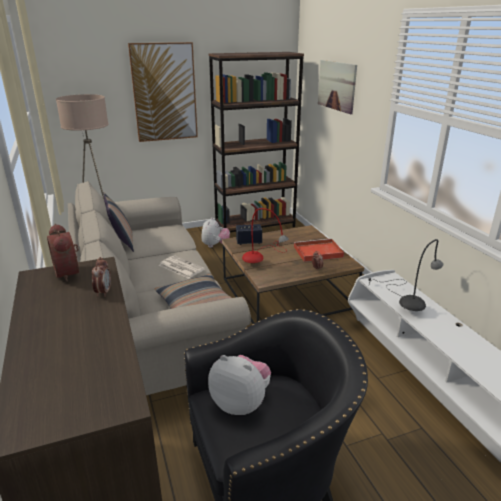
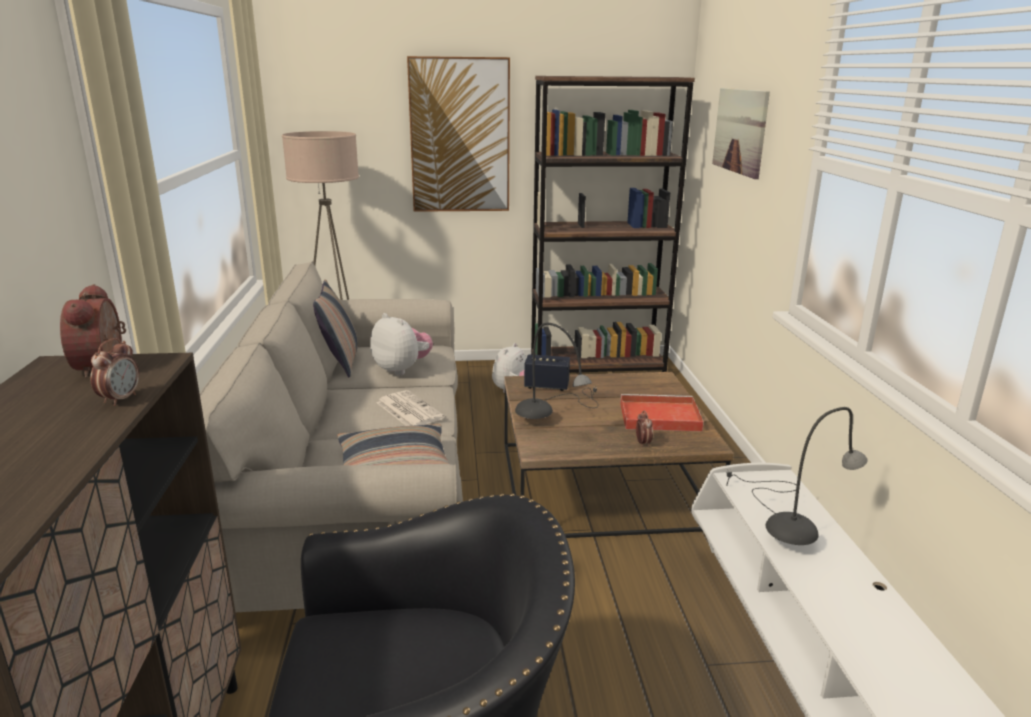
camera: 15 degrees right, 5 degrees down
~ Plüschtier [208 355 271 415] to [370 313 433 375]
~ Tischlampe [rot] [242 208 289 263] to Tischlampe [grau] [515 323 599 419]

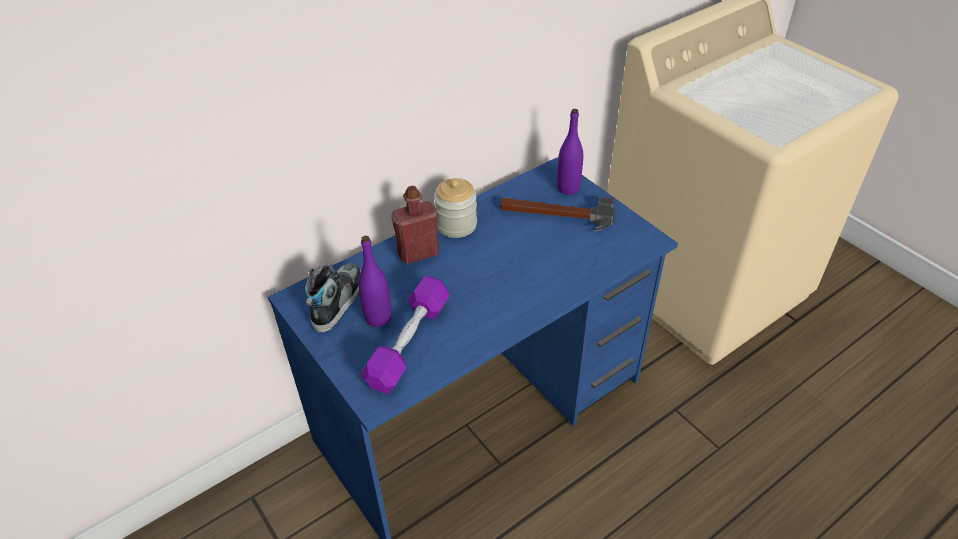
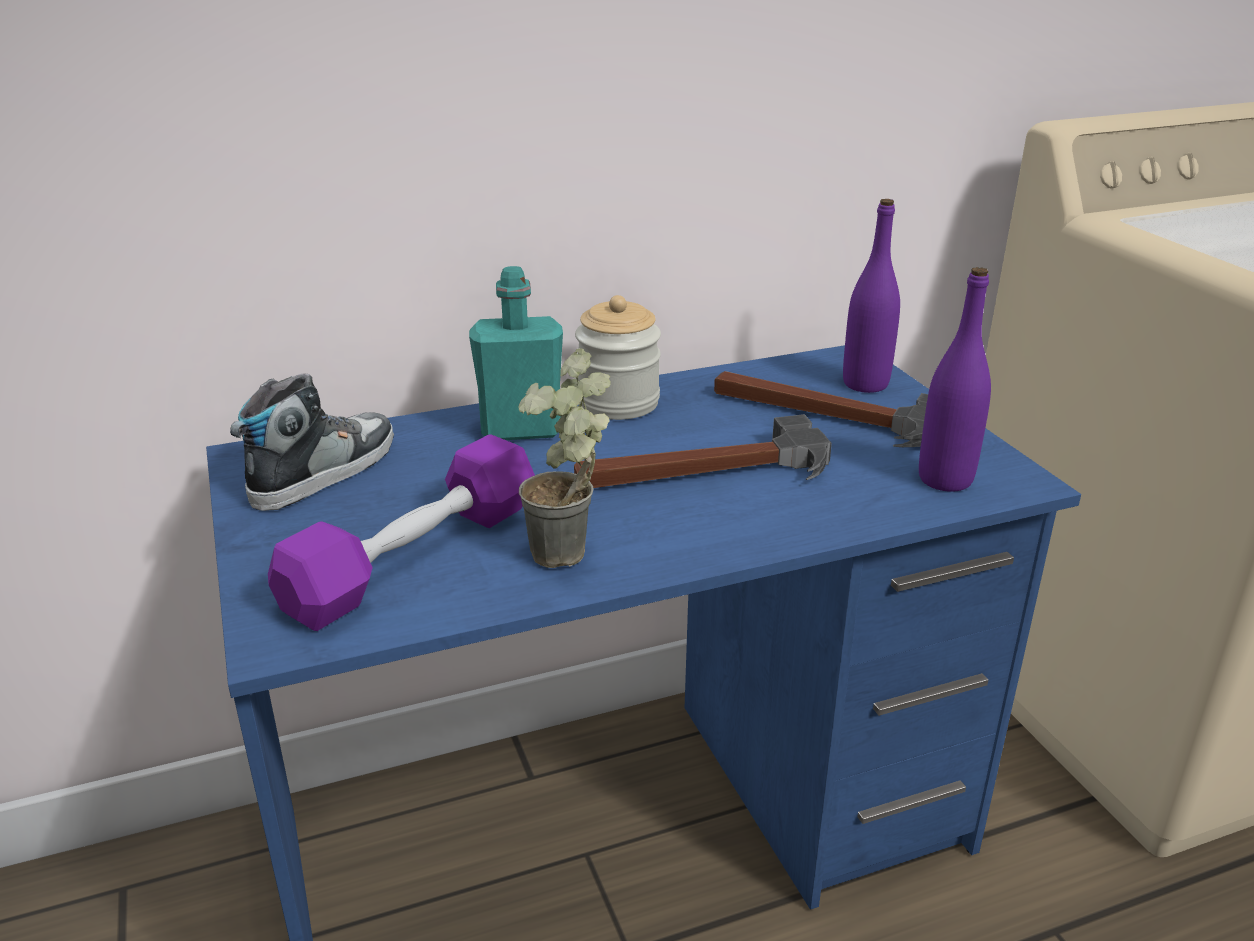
camera: 15 degrees right, 15 degrees down
+ Topfpflanze [519 348 611 568]
+ Hammer [574 414 832 488]
~ Flasche [lila] [358 236 392 327] to [919 267 991 492]
~ Flasche [rot] [391 186 439 264] to Flasche [türkis] [469 266 563 440]

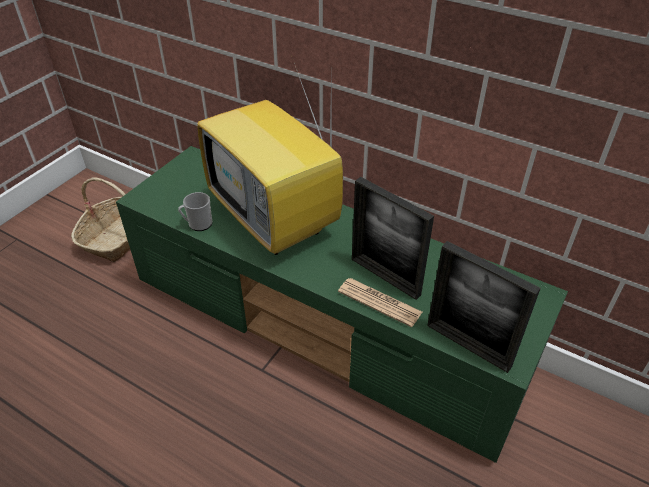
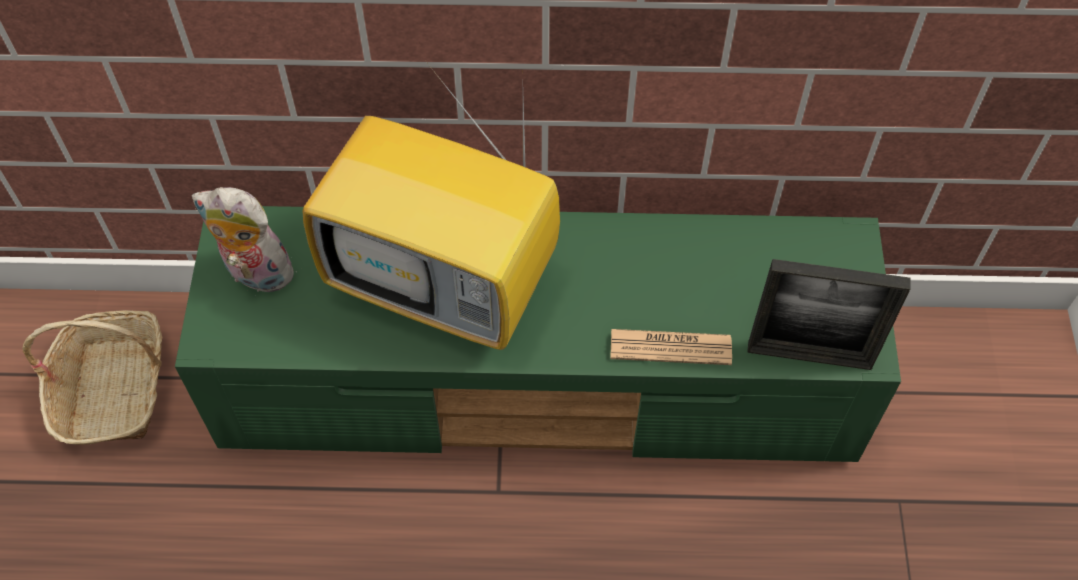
camera: 30 degrees left, 15 degrees up
- Henkelbecher [178 192 213 231]
- Bilderrahmen [352 177 434 300]
+ Plüschtier [192 187 294 296]

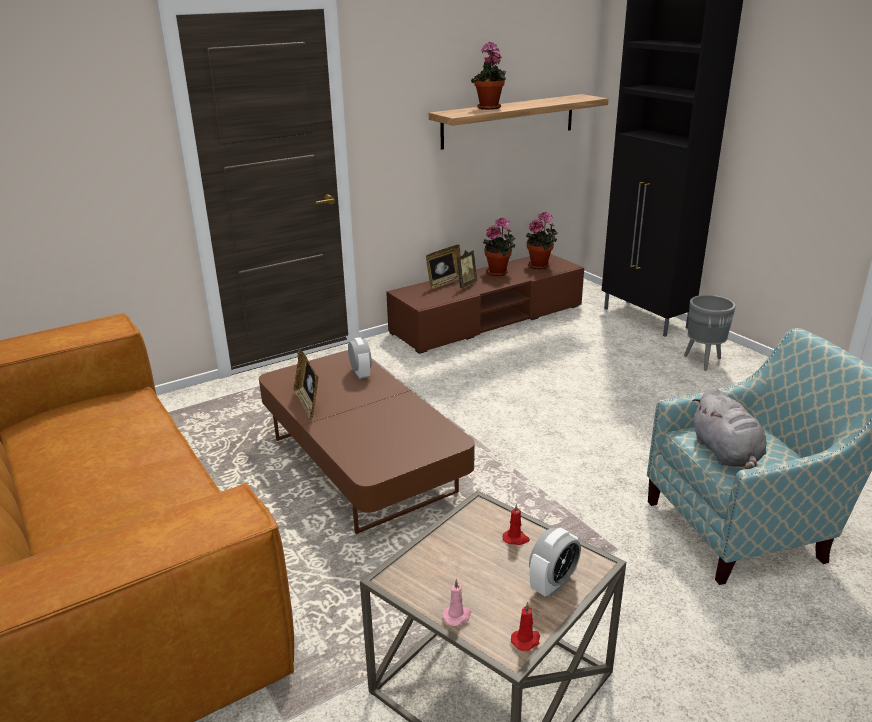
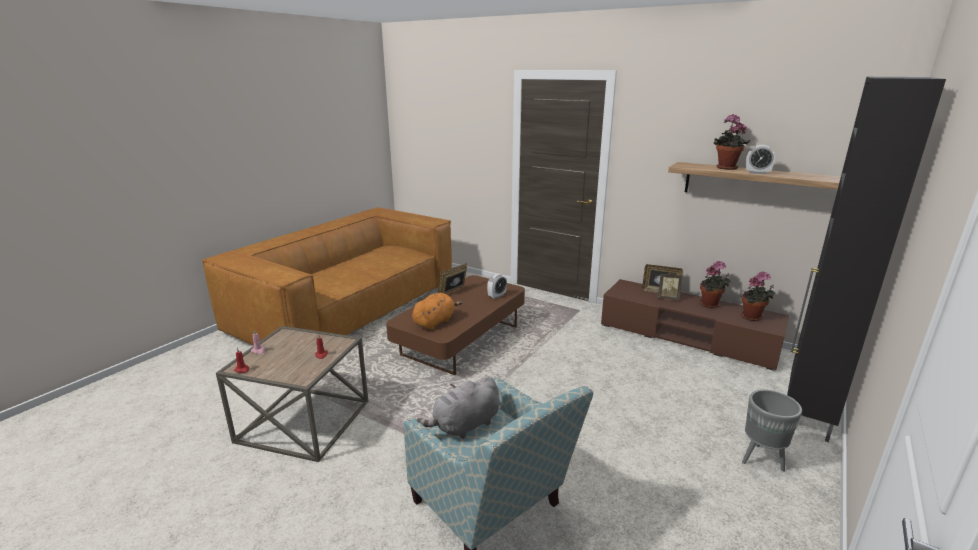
camera: 65 degrees right, 5 degrees down
+ Plüschtier [orange] [412 293 462 330]
~ Wecker [529 528 581 597] to [746 145 775 174]

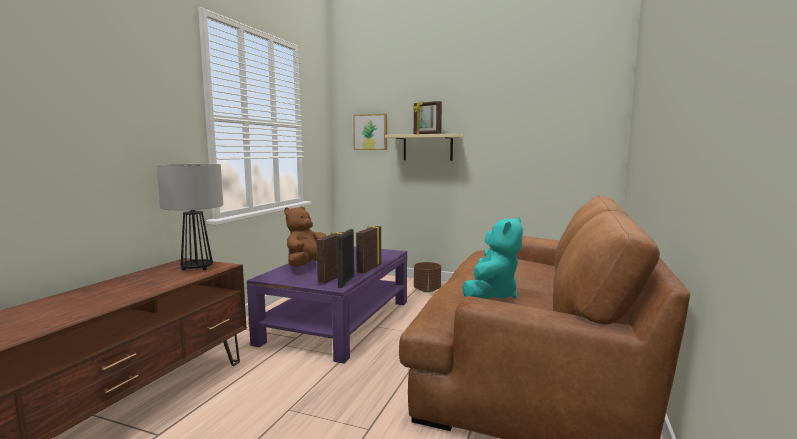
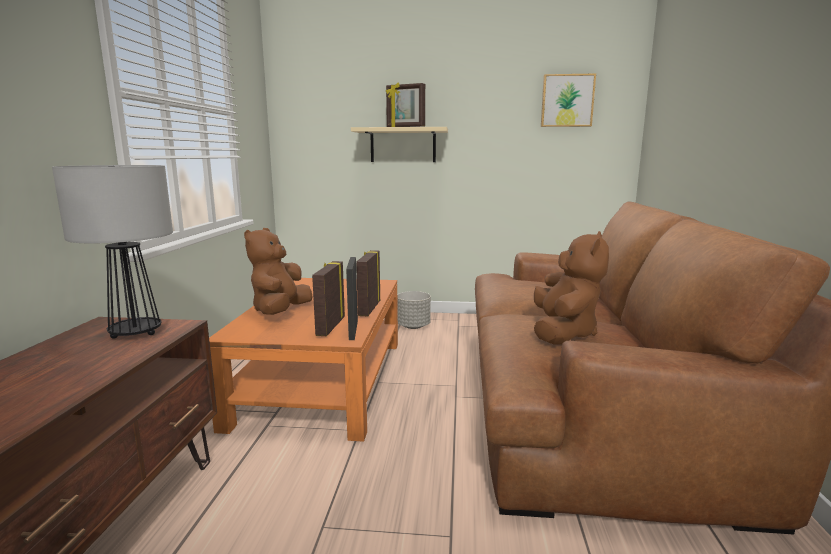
camera: 15 degrees left, 5 degrees up
~ Bild [353 114 387 150] to [541 74 596 127]
~ Couchtisch [lila] [247 247 407 364] to Couchtisch [orange] [209 278 398 442]
~ Pflanzkübel [braun] [414 262 441 292] to Pflanzkübel [grau] [397 291 431 329]
~ Plüschtier [türkis] [462 217 523 299] to Plüschtier [braun] [534 231 609 345]

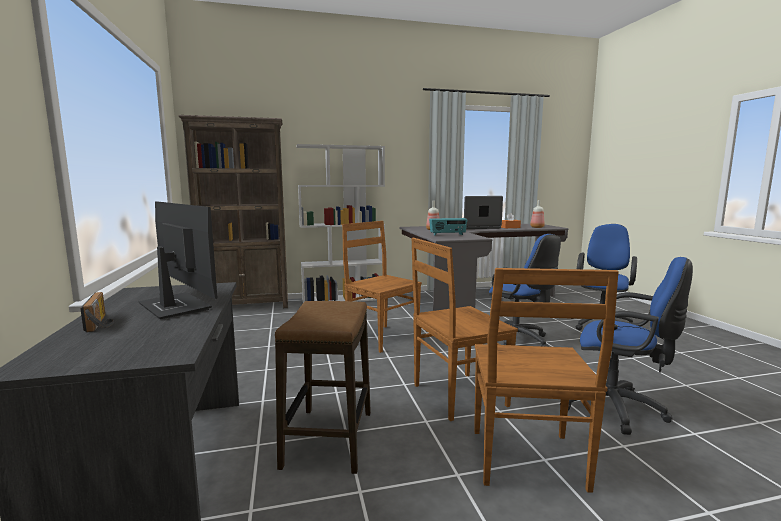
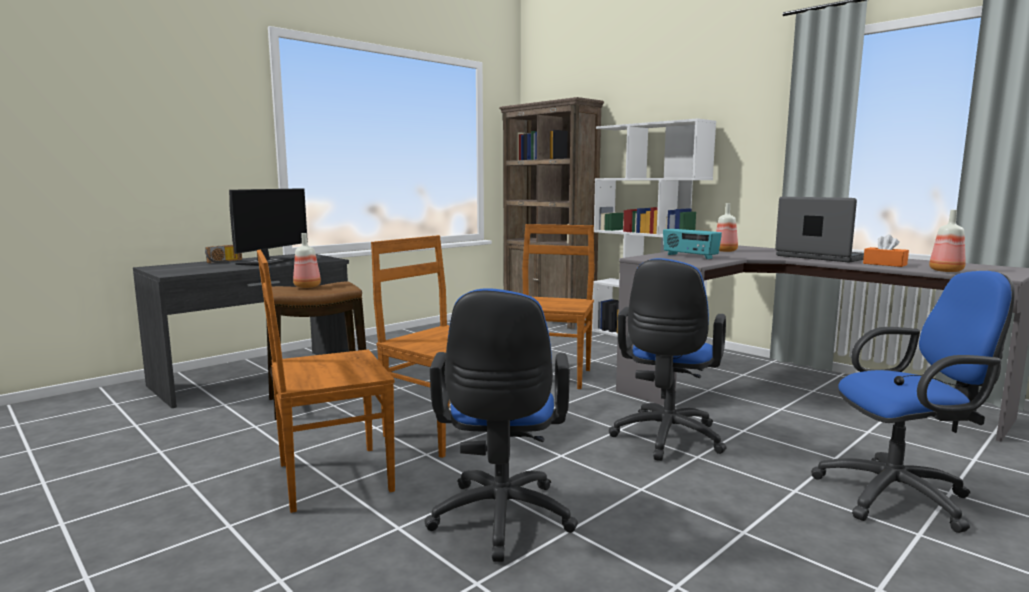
camera: 60 degrees right, 0 degrees up
+ Flasche [293 233 321 288]

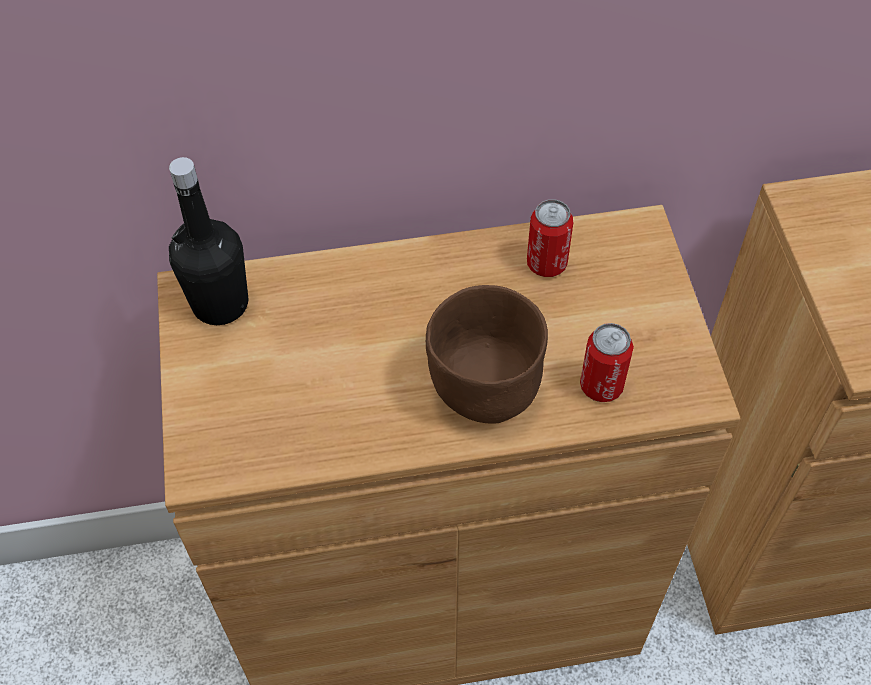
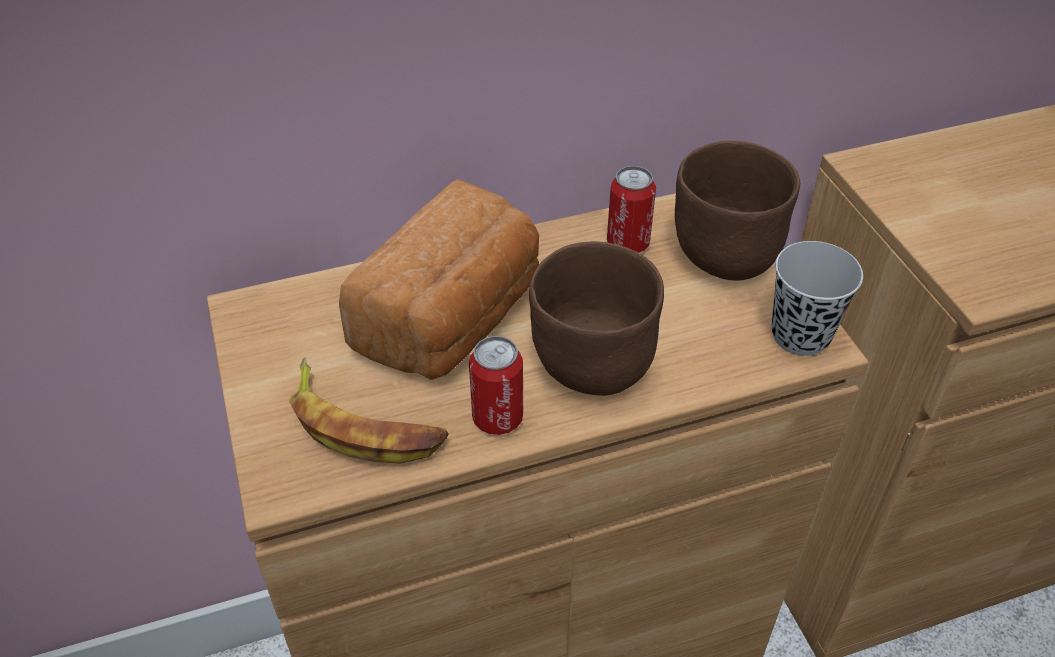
camera: 10 degrees left, 10 degrees down
- Flasche [schwarz] [169 157 248 325]
+ Banane [289 358 449 464]
+ Brot [339 179 539 380]
+ Schüssel [braun] [675 141 800 281]
+ Tasse [schwarz] [772 241 863 356]
~ Dose [580 323 634 402] to [469 336 523 435]

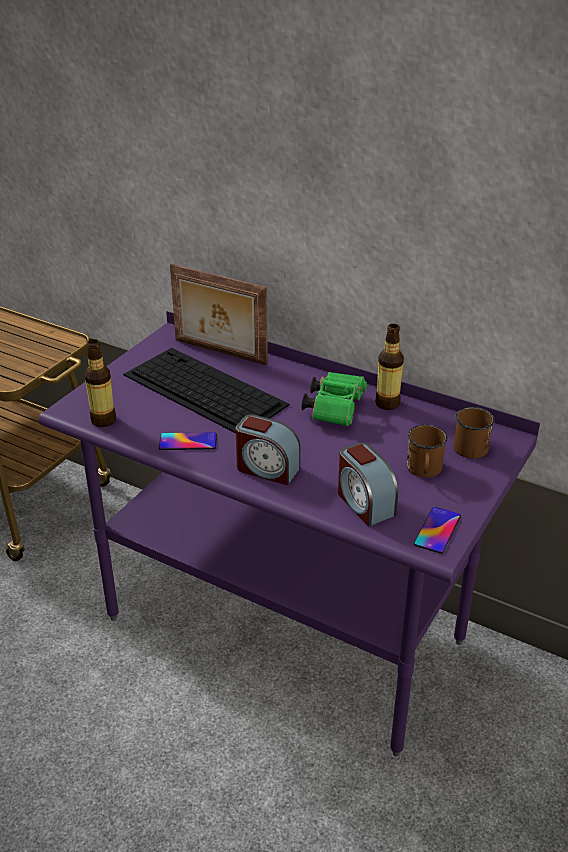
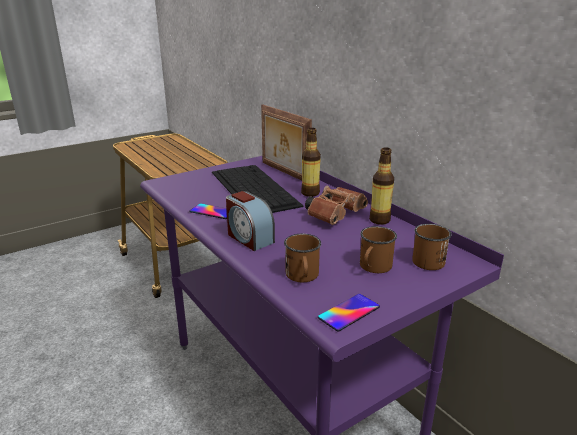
camera: 25 degrees right, 10 degrees down
~ Flasche [84 339 116 427] to [301 128 321 196]
~ Wecker [338 443 398 526] to Henkelbecher [braun] [284 234 321 282]
~ Fernglas [grün] [302 372 367 426] to Fernglas [braun] [305 186 368 225]

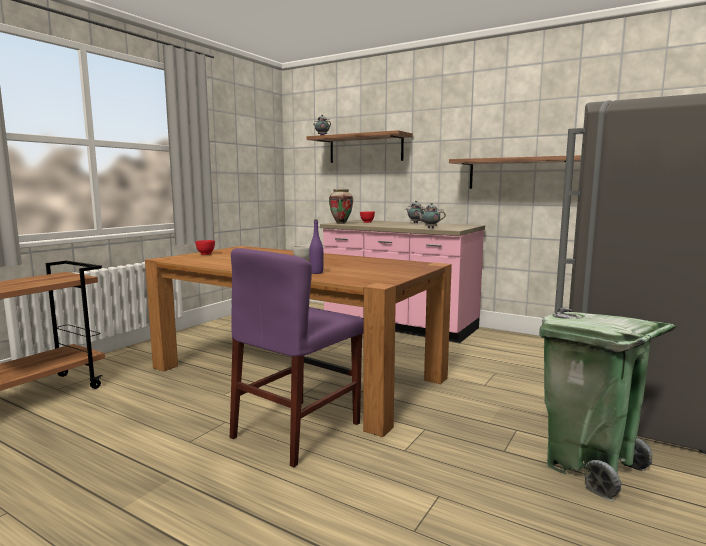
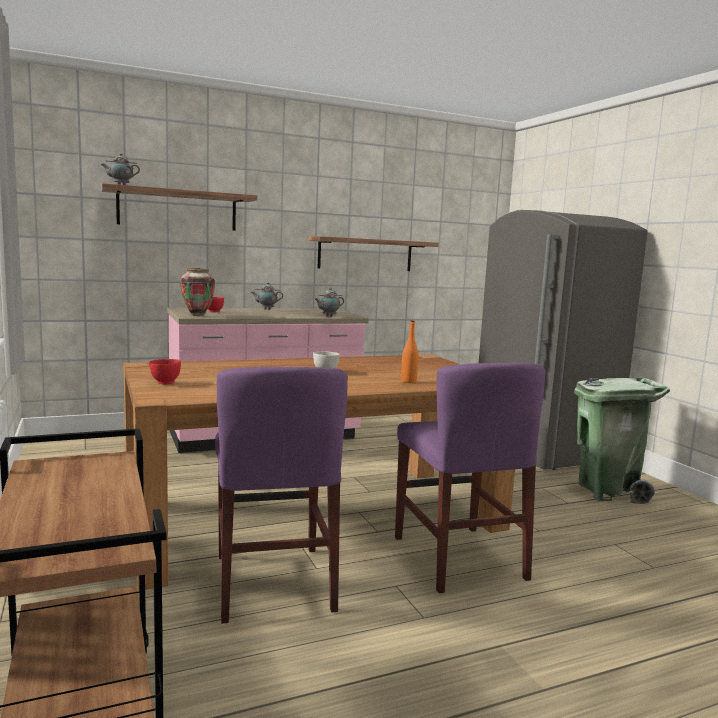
camera: 55 degrees left, 0 degrees up
+ Stuhl [lila] [215 367 348 624]
~ Flasche [lila] [309 219 324 274] to Flasche [orange] [401 320 419 383]

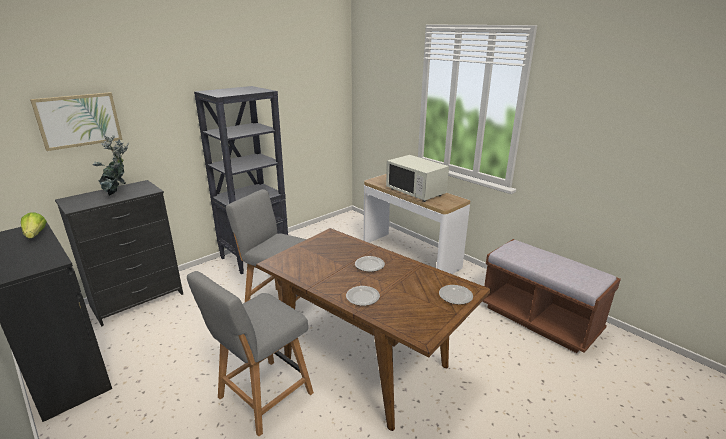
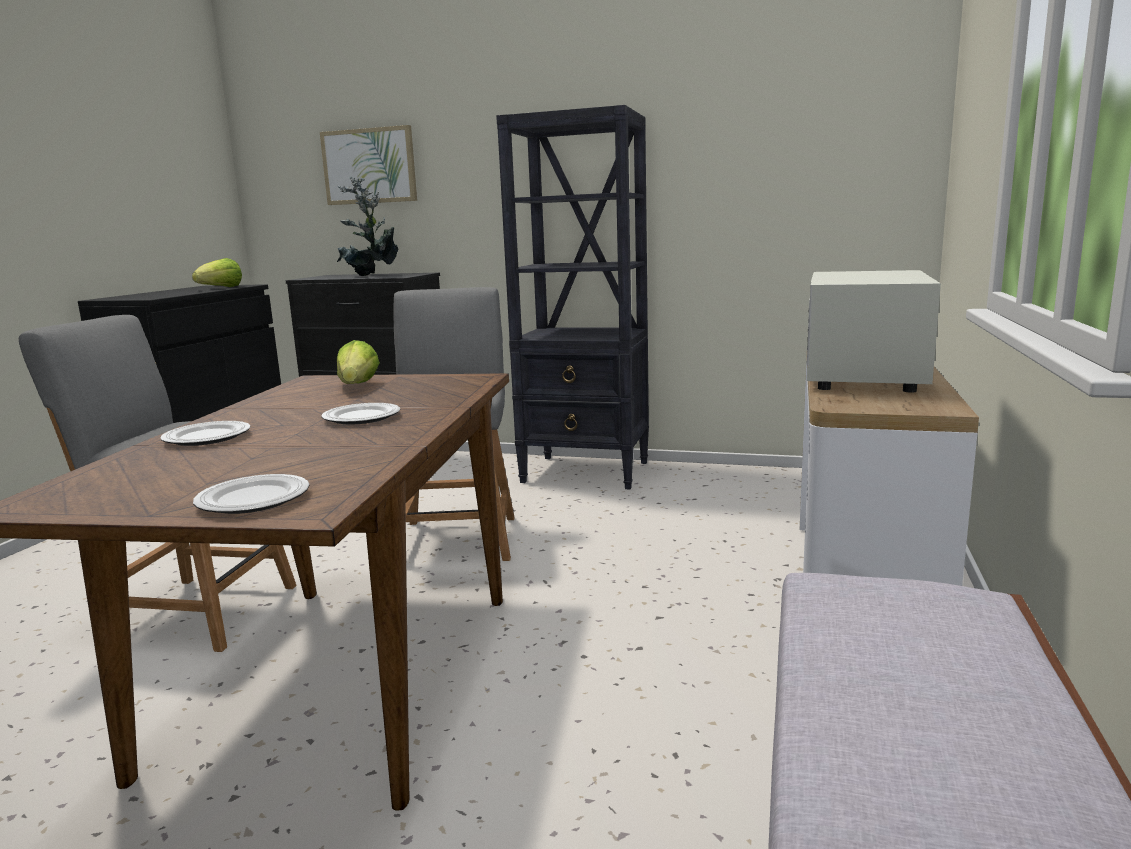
camera: 60 degrees right, 10 degrees down
+ Salatkopf [337 340 380 384]

